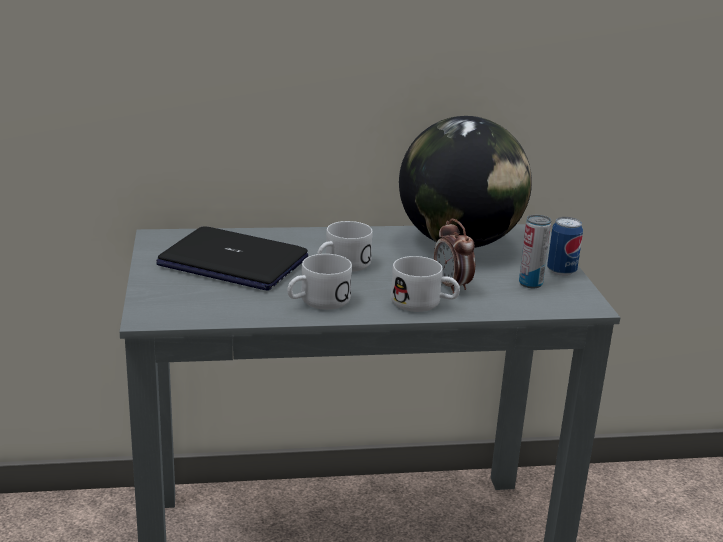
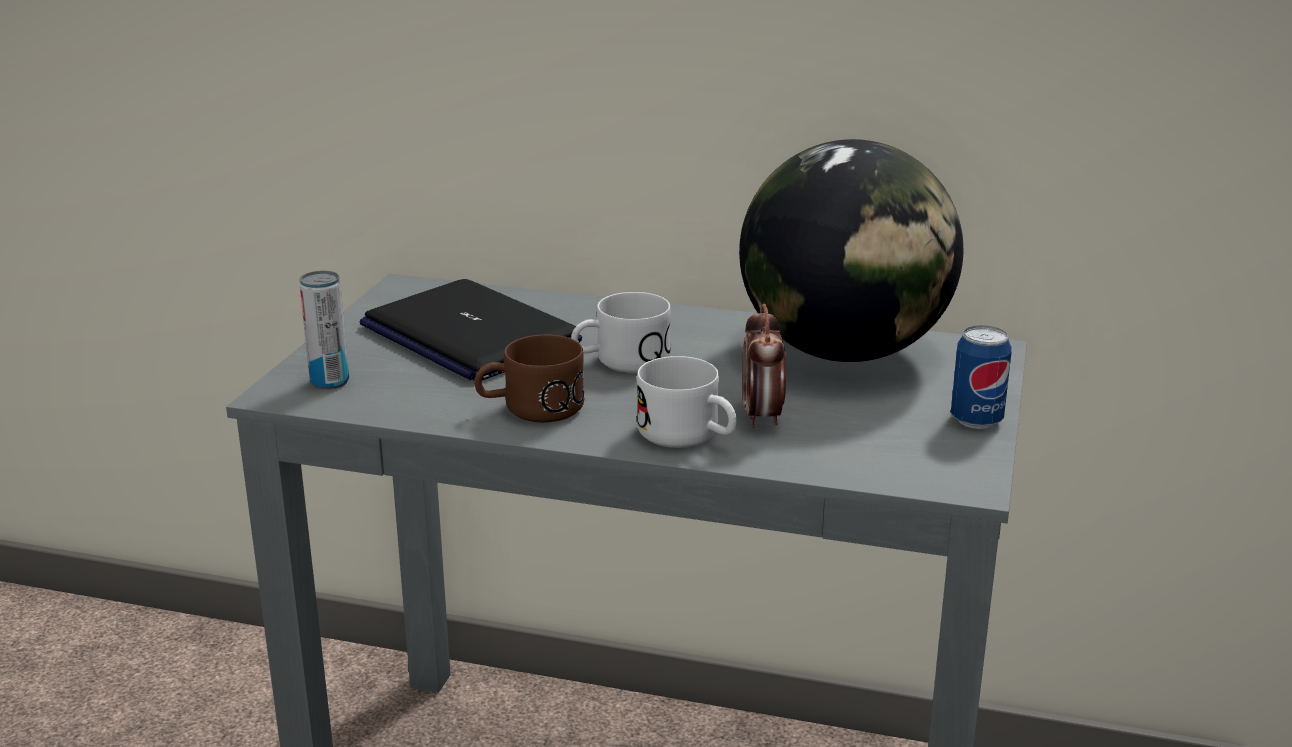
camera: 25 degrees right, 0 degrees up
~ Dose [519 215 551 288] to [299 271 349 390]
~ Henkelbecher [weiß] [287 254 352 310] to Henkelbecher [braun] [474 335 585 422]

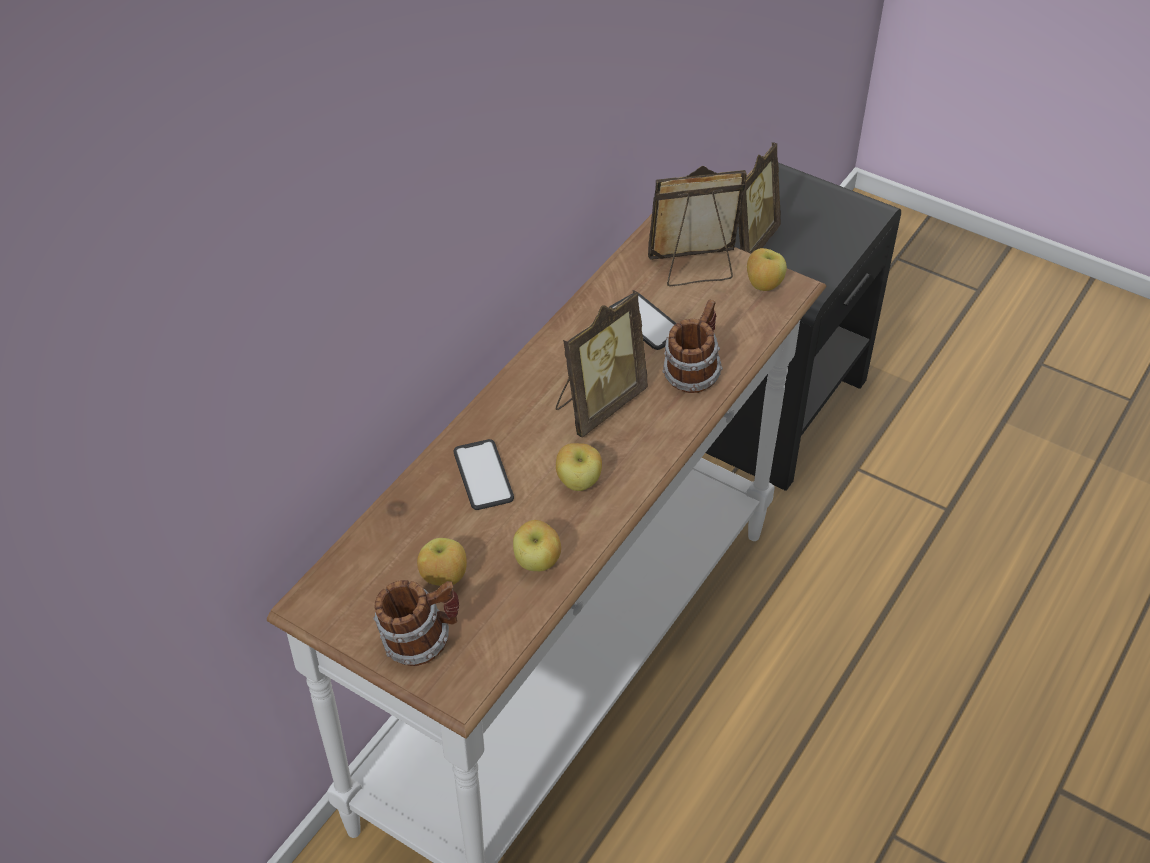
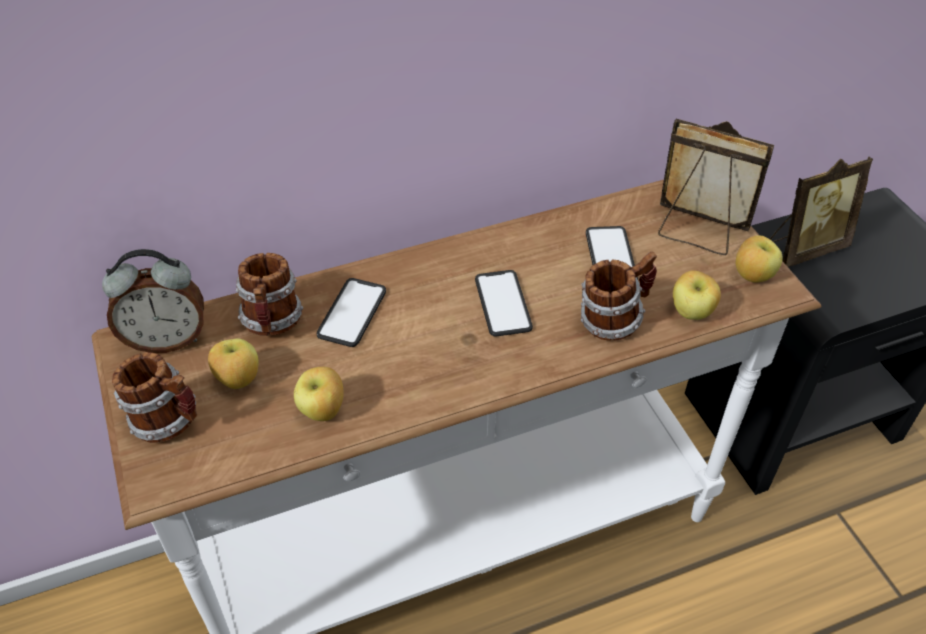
camera: 35 degrees right, 0 degrees up
+ Wecker [102 249 204 353]
+ Henkelbecher [236 253 303 336]
~ Apfel [556 443 602 491] to [673 270 721 320]
~ Bilderrahmen [556 290 648 437] to Handy [475 270 533 337]

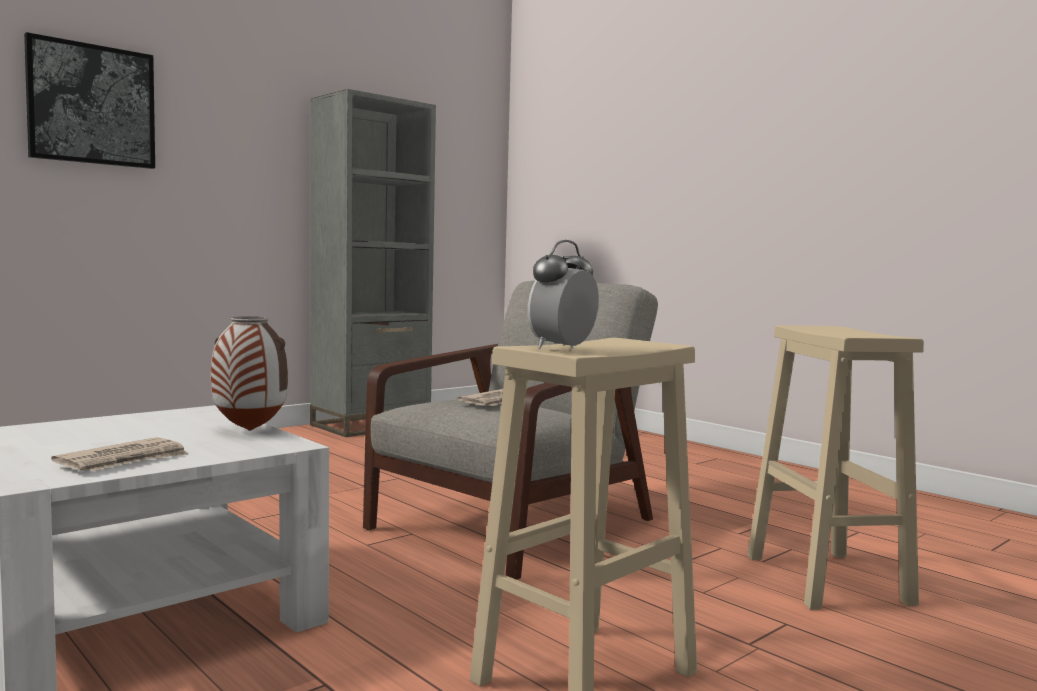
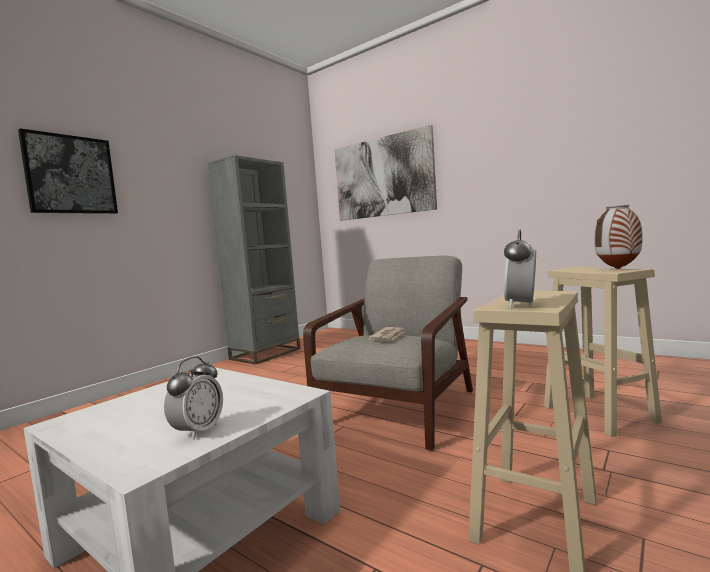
camera: 10 degrees left, 0 degrees up
+ Bild [334 125 437 221]
~ Vase [211 316 288 431] to [594 205 642 269]
~ Zeitung [51 437 188 471] to Wecker [164 356 223 440]

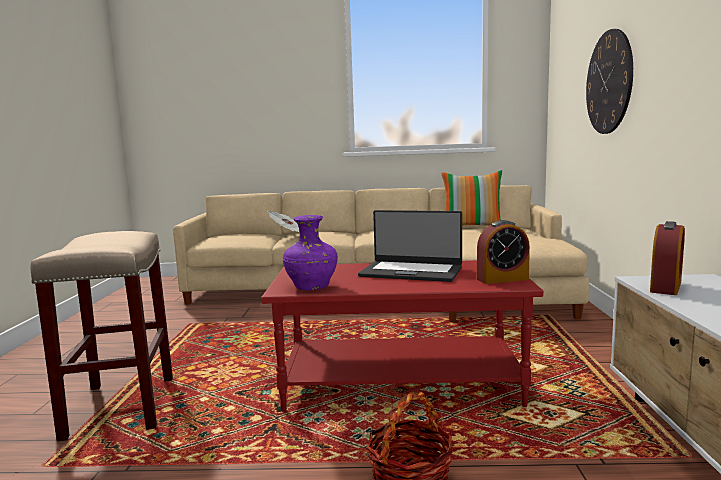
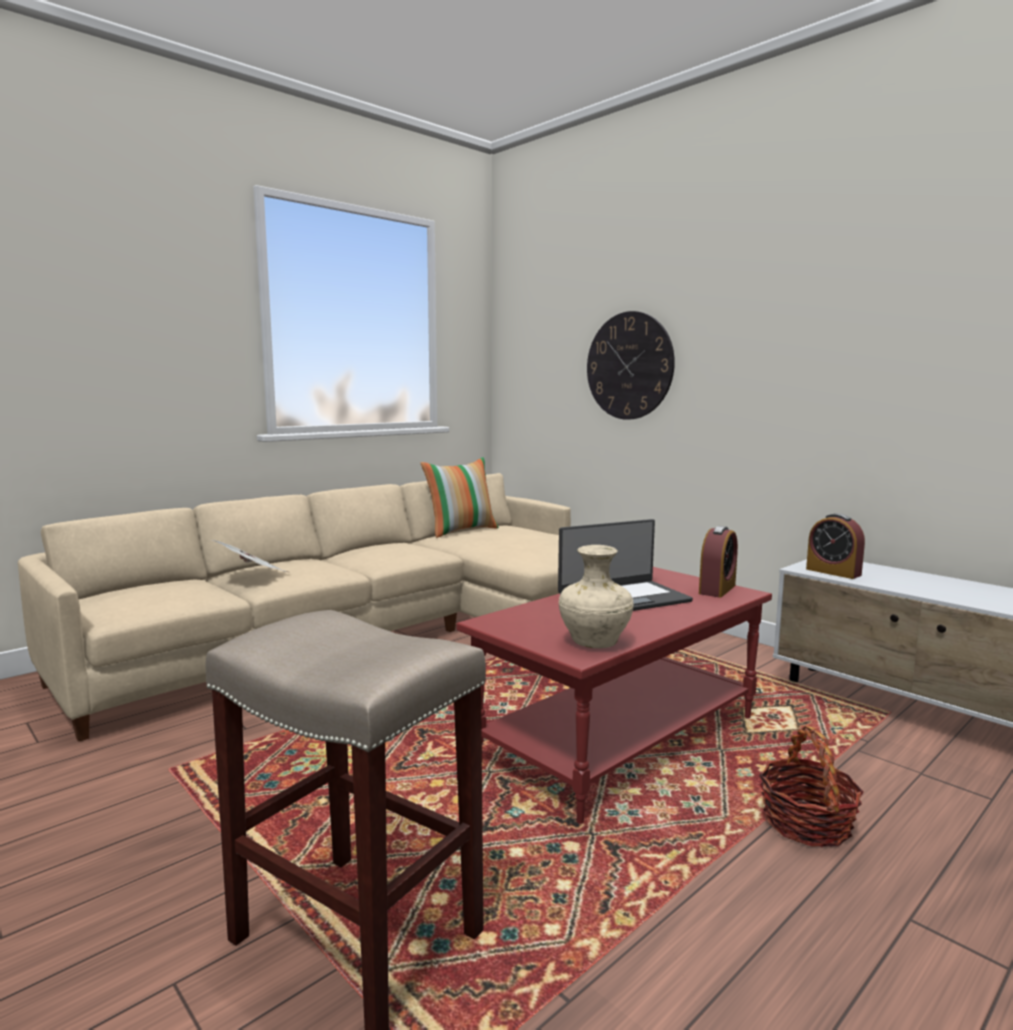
camera: 45 degrees left, 0 degrees up
~ Vase [lila] [283 215 338 291] to Vase [beige] [559 545 634 648]
~ Wecker [650 221 685 295] = [806 513 865 579] 150 degrees clockwise

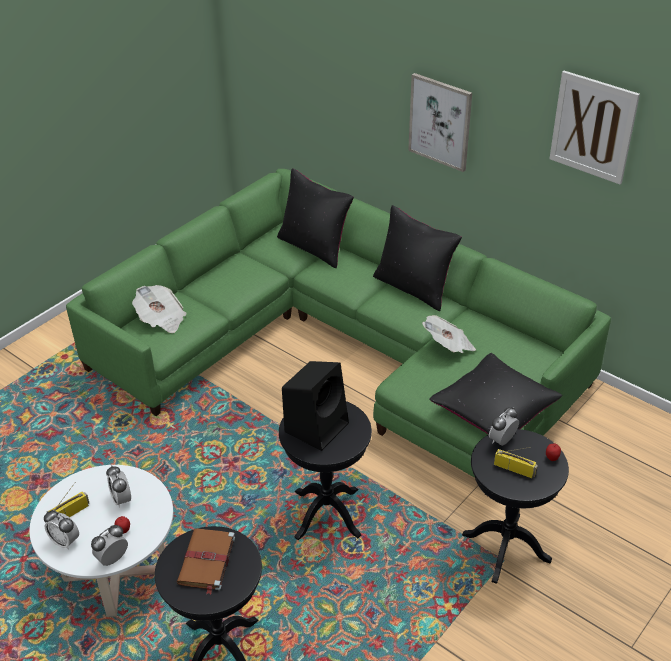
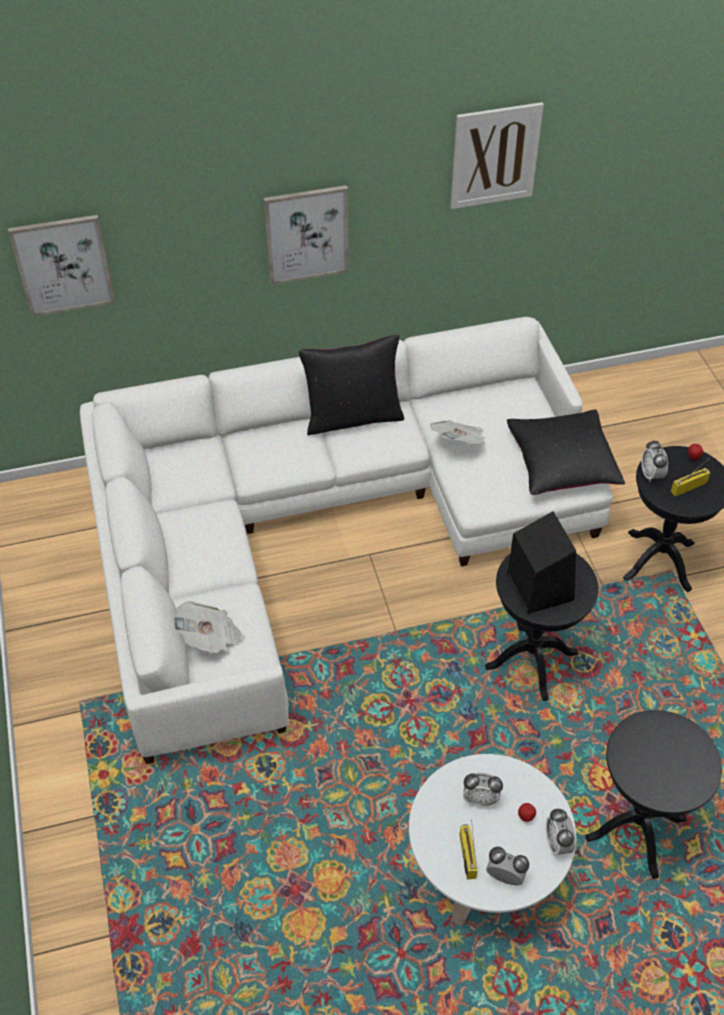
camera: 55 degrees left, 10 degrees up
- Buch [braun] [177 528 235 595]
- Kissen [schwarz] [277 168 354 268]
+ Bild [8 215 115 317]
~ Sofa [grün] [66 169 611 496] to Sofa [weiß] [80 317 613 764]
~ Wecker [44 510 79 550] = [486 847 529 885] 135 degrees counterclockwise

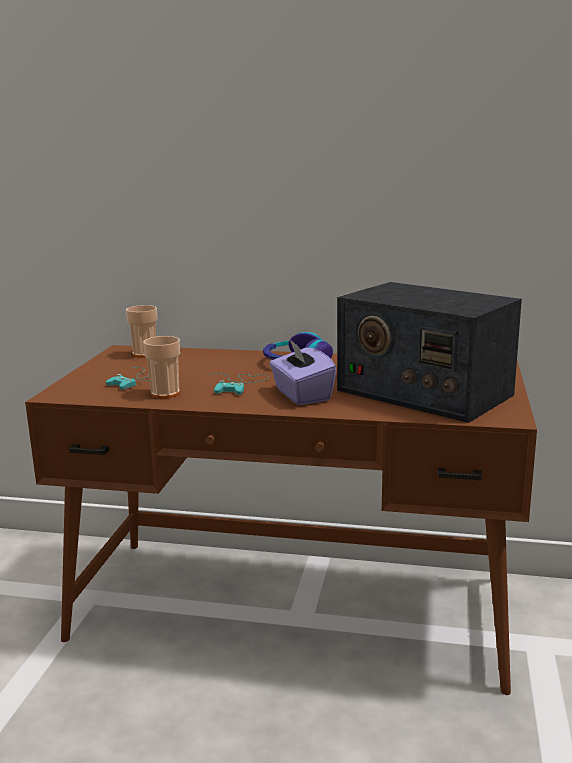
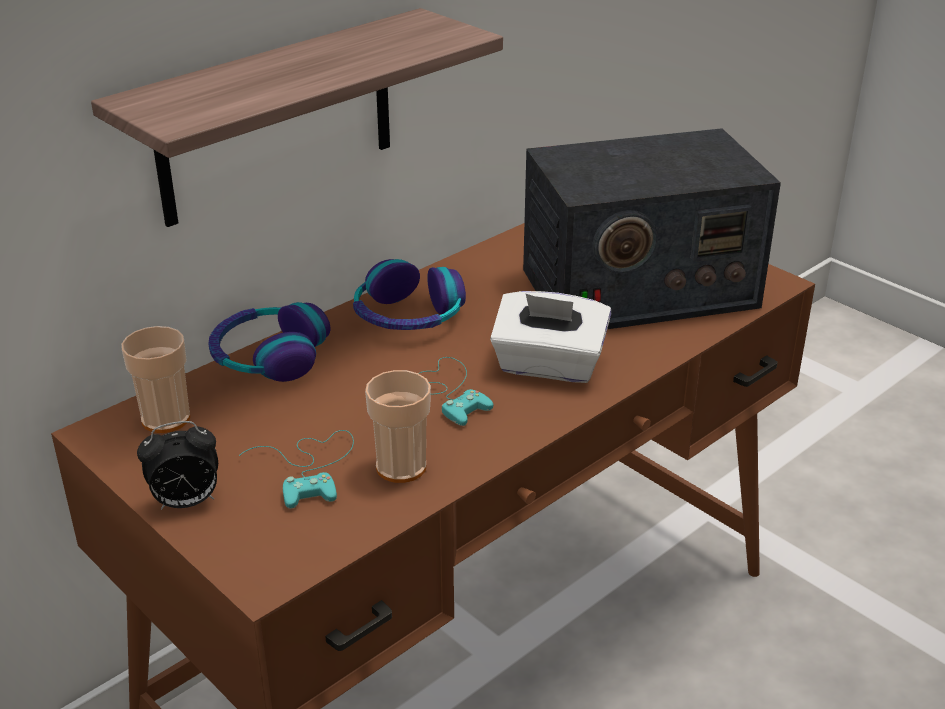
camera: 55 degrees left, 15 degrees up
+ Wandregal [91 8 503 227]
+ Wecker [137 421 218 510]
+ Kopfhörer [208 302 331 382]
~ Taschentuchbox [lila] [269 340 337 405] to Taschentuchbox [weiß] [490 291 611 383]

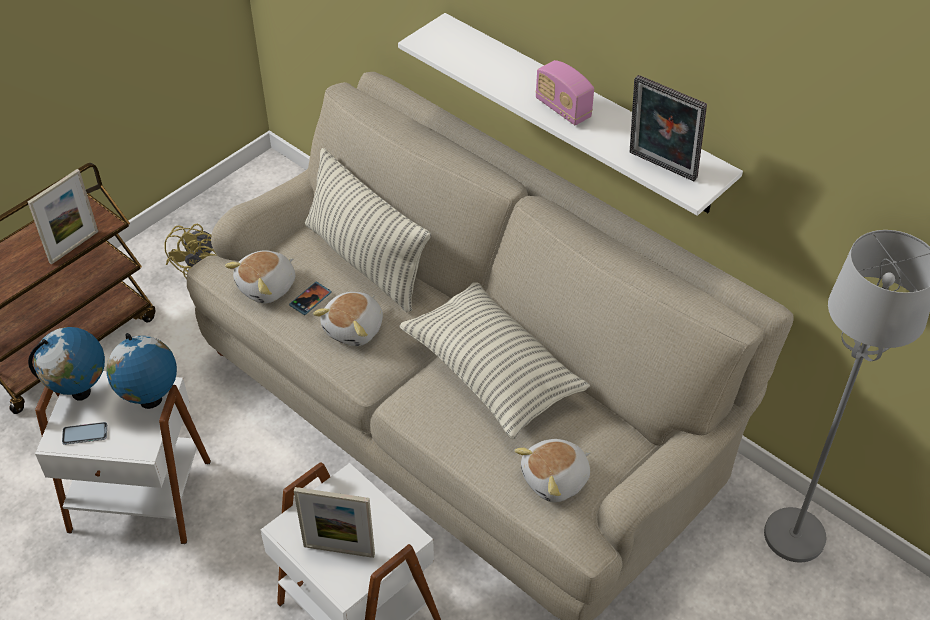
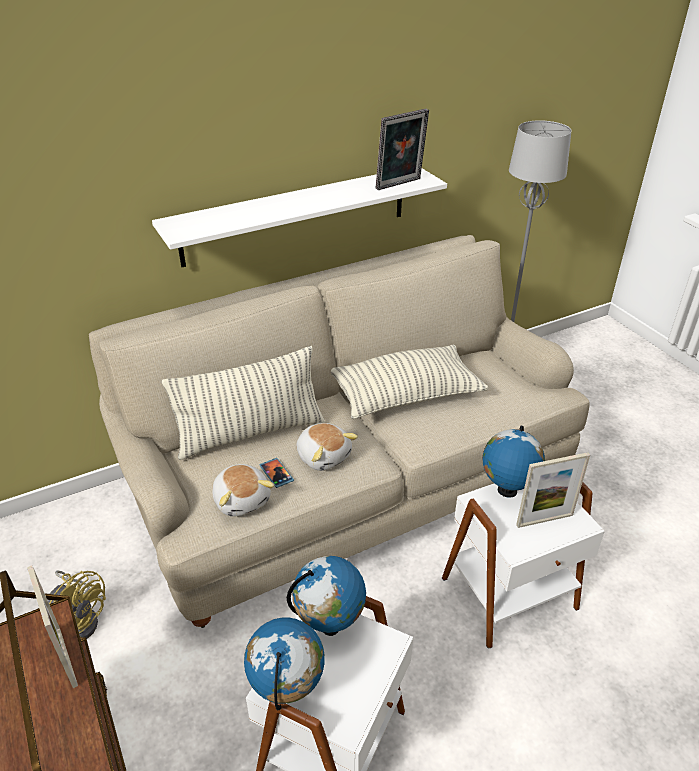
camera: 70 degrees left, 10 degrees down
- Handy [62 422 107 445]
- Plüschtier [514 439 591 502]
- Radio [535 60 594 125]
+ Globus [482 426 545 498]
~ Bilderrahmen [294 487 375 558] = [516 452 590 528] 45 degrees clockwise

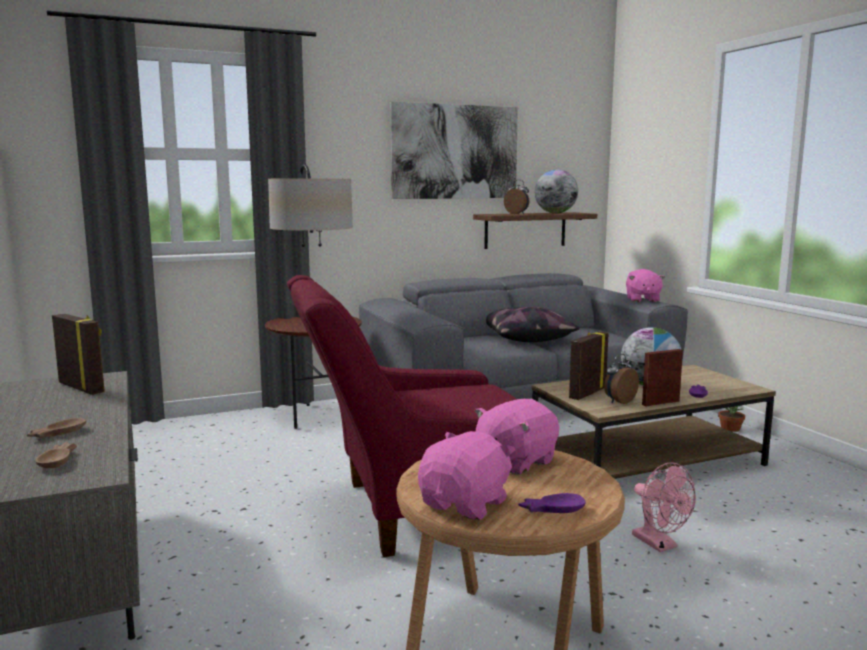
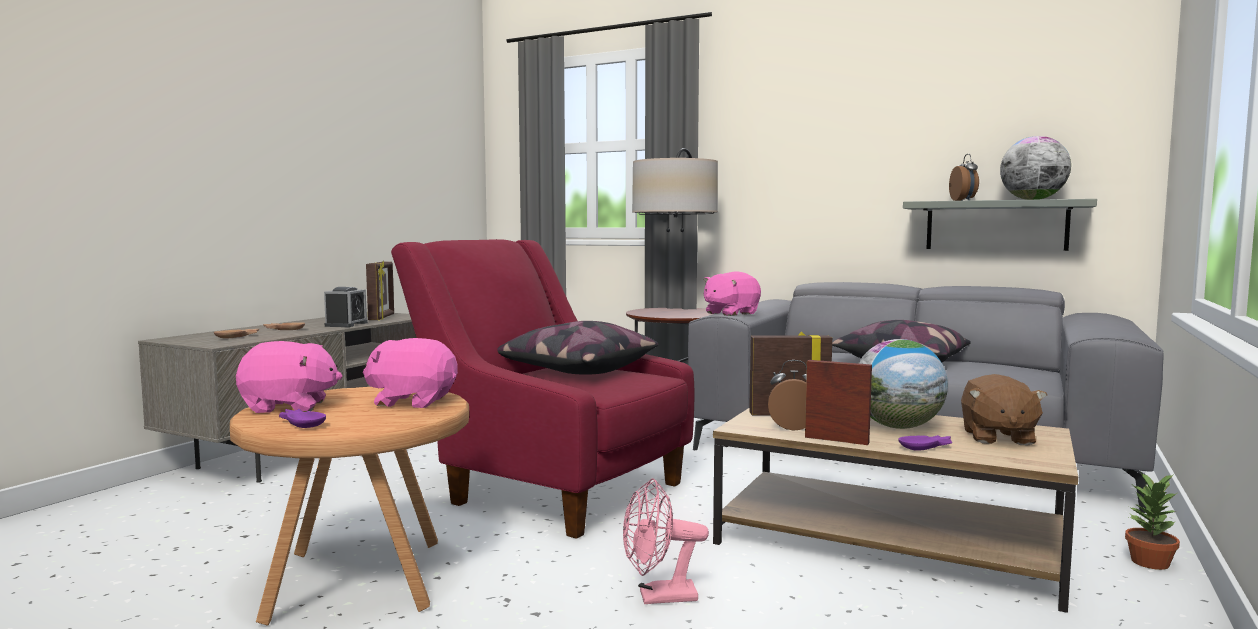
camera: 50 degrees right, 5 degrees down
- Bild [390 102 518 199]
+ Wecker [324 287 368 327]
+ Kissen [497 321 658 374]
+ Plüschtier [braun] [961 374 1047 445]
~ Plüschtier [rosa] [626 269 665 302] to [703 272 761 316]
~ Wandregal [braun] [473 212 597 249] to Wandregal [grau] [903 199 1097 251]
~ Ventilator [rosa] [632 462 696 552] = [623 478 709 604] 60 degrees clockwise

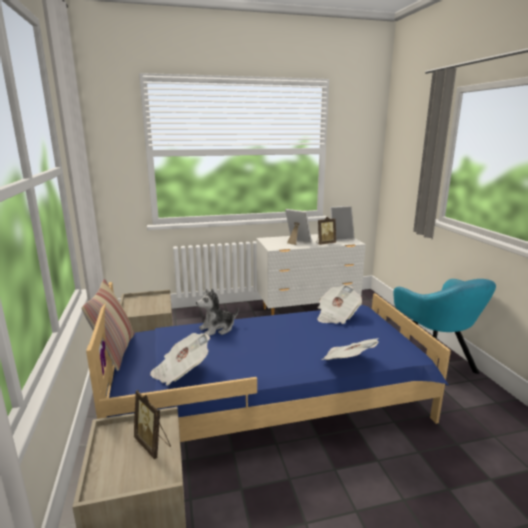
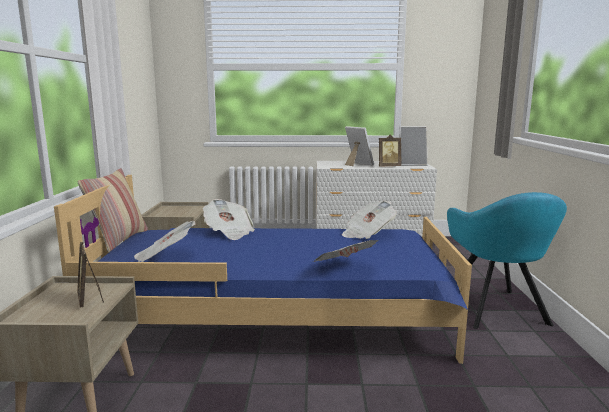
camera: 15 degrees right, 5 degrees down
~ Plüschtier [196 289 238 336] to Zeitung [203 199 255 240]

